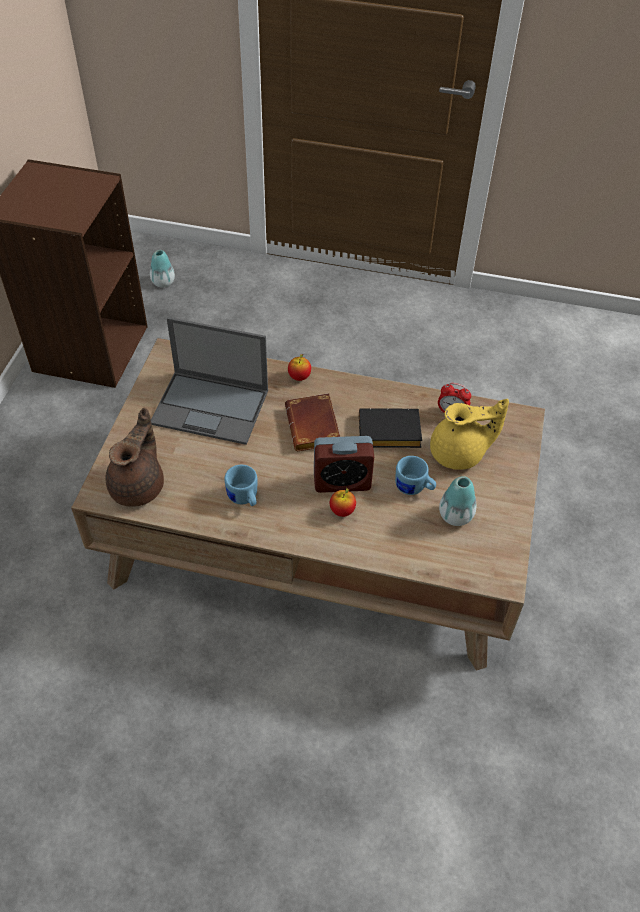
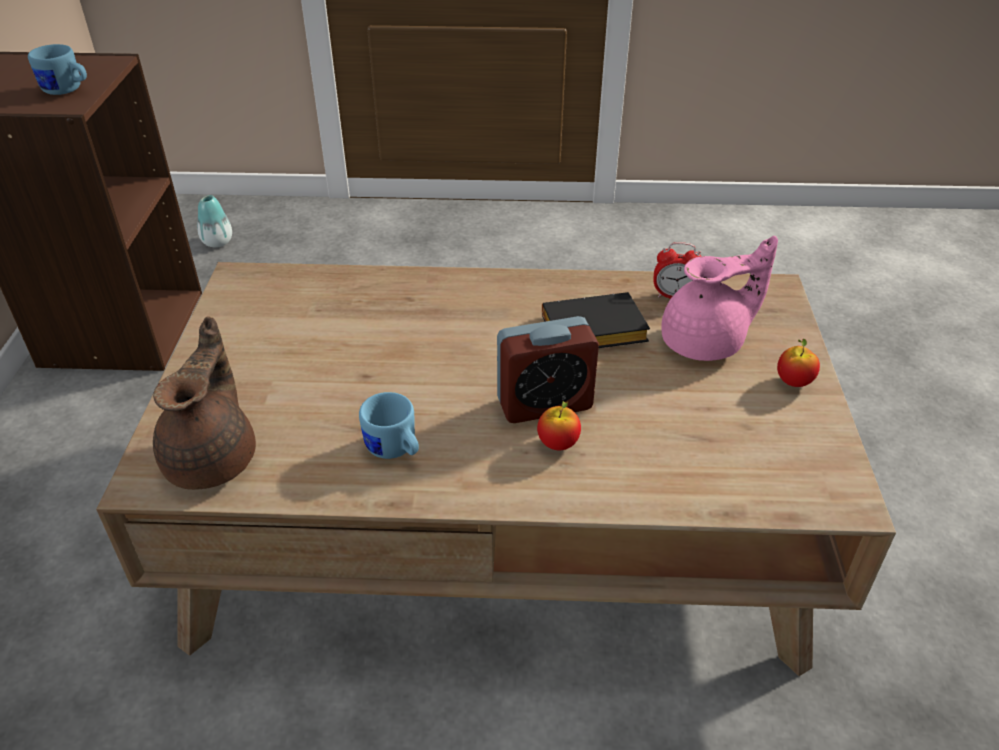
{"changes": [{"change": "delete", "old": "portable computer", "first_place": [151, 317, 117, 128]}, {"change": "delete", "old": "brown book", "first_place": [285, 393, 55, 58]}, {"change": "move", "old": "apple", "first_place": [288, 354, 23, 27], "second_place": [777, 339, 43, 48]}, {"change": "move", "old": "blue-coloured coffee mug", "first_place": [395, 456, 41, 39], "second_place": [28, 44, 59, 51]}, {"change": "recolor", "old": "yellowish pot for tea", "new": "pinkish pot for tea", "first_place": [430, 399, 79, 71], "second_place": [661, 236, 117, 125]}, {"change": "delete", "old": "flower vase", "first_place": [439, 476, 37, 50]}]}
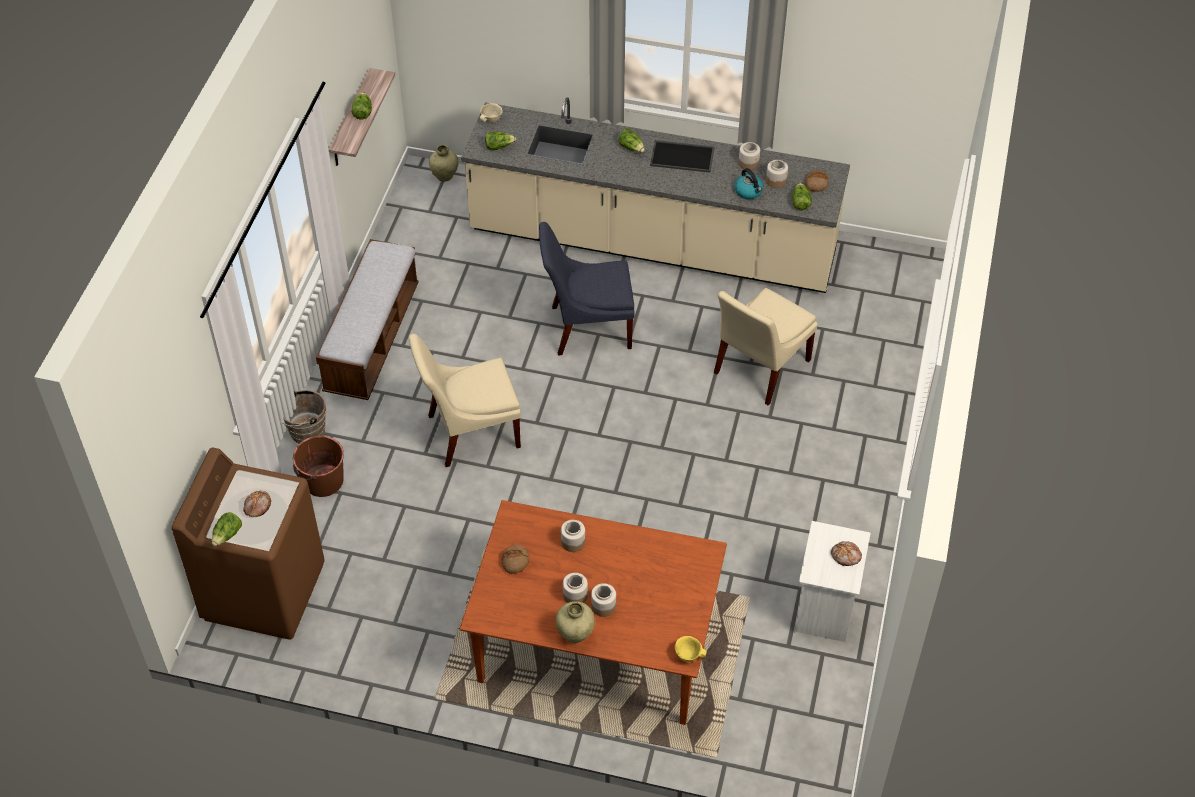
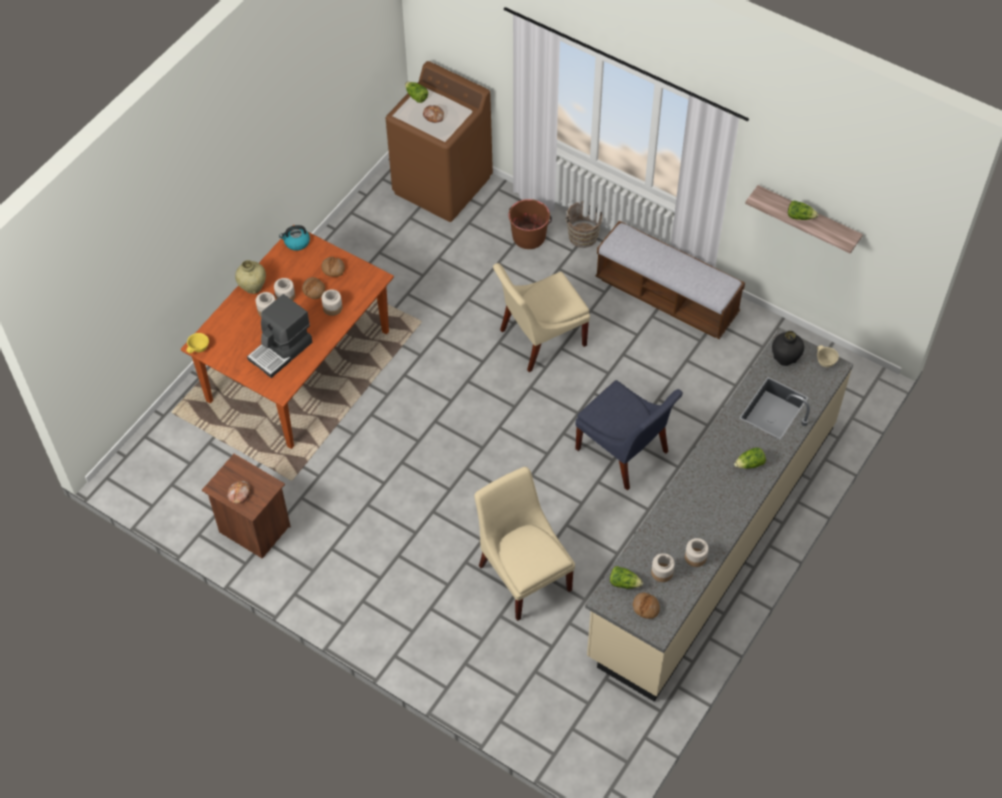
{"changes": [{"change": "rotate", "old": "beige chair", "first_place": [408, 334, 113, 133], "second_place": [493, 263, 97, 109], "degrees": -120}, {"change": "delete", "old": "beige flower vase", "first_place": [429, 145, 30, 37]}, {"change": "replace", "old": "lettuce head", "new": "black-coloured flower vase", "first_place": [485, 132, 31, 18], "second_place": [772, 331, 32, 35]}, {"change": "rotate", "old": "blue-coloured chair", "first_place": [539, 222, 96, 133], "second_place": [575, 380, 108, 110], "degrees": 120}, {"change": "delete", "old": "carrying tray", "first_place": [650, 140, 65, 33]}, {"change": "move", "old": "kettle", "first_place": [735, 168, 28, 31], "second_place": [279, 225, 31, 26]}, {"change": "recolor", "old": "whitish bedside table", "new": "brown bedside table", "first_place": [794, 521, 76, 121], "second_place": [202, 454, 89, 105]}, {"change": "insert", "new": "coffee maker", "second_place": [247, 294, 65, 84]}, {"change": "insert", "new": "bakery bread", "second_place": [302, 277, 23, 22]}]}
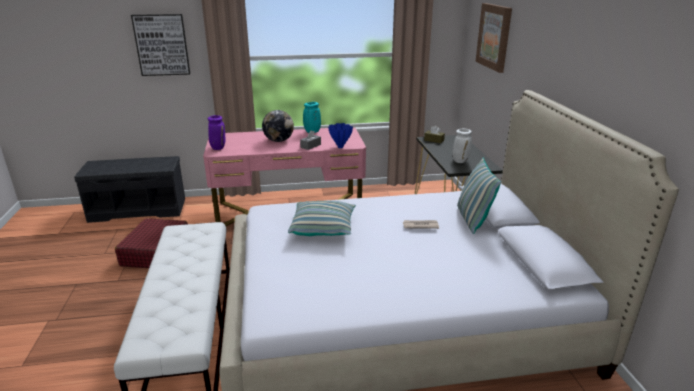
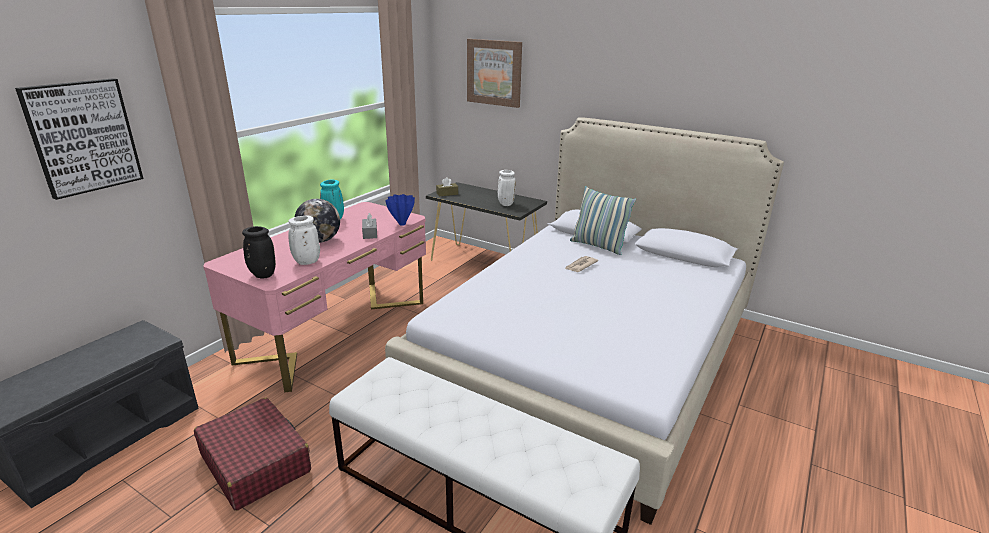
{"changes": [{"change": "recolor", "old": "purple flower vase", "new": "black-coloured flower vase", "first_place": [208, 115, 18, 35], "second_place": [242, 226, 34, 53]}, {"change": "delete", "old": "cushion", "first_place": [288, 201, 68, 35]}, {"change": "insert", "new": "whitish flower vase", "second_place": [288, 216, 32, 49]}]}
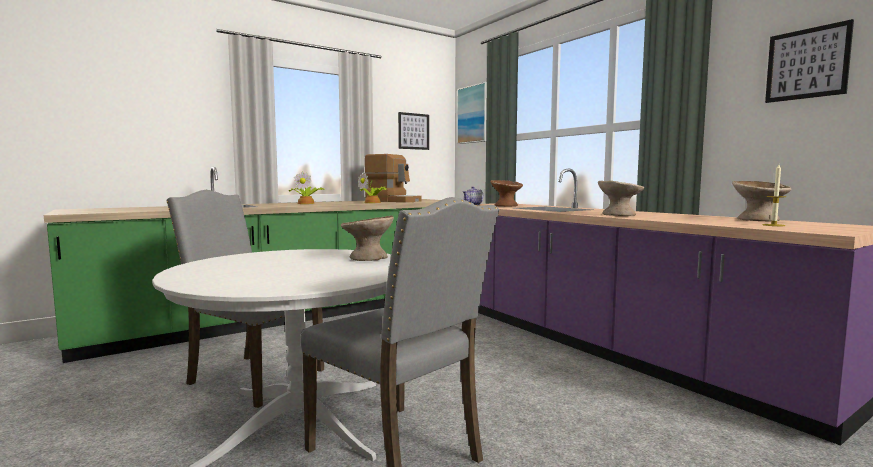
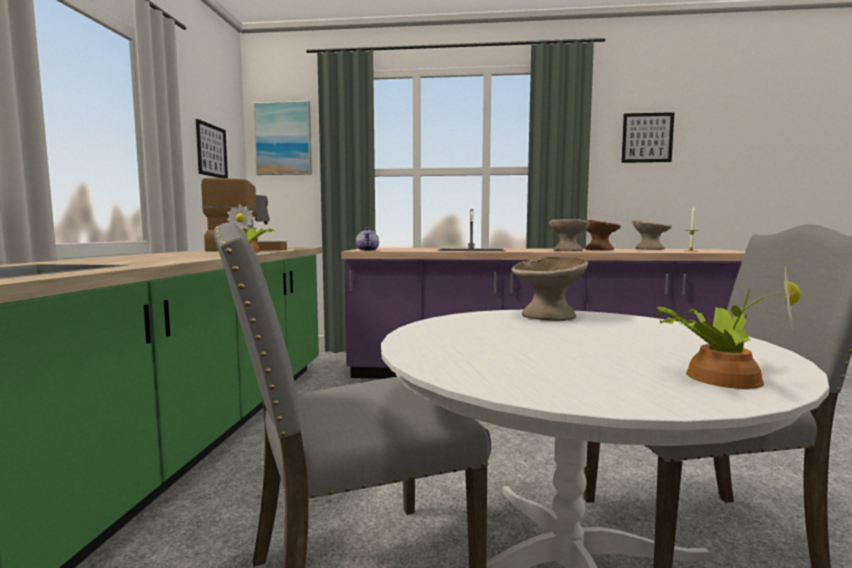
{"changes": [{"change": "move", "old": "plant in a pot", "first_place": [289, 172, 36, 32], "second_place": [657, 266, 144, 123]}, {"change": "move", "old": "brown serving bowl", "first_place": [490, 180, 33, 26], "second_place": [585, 220, 36, 30]}]}
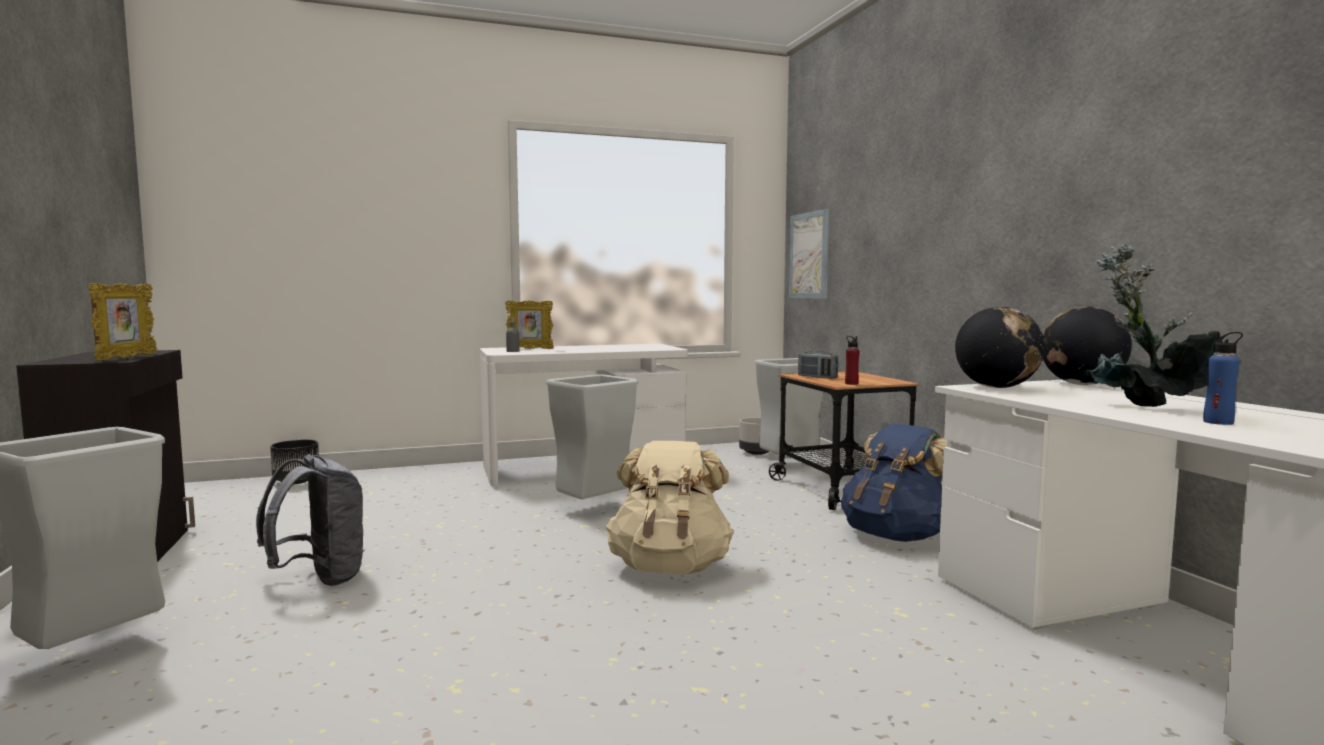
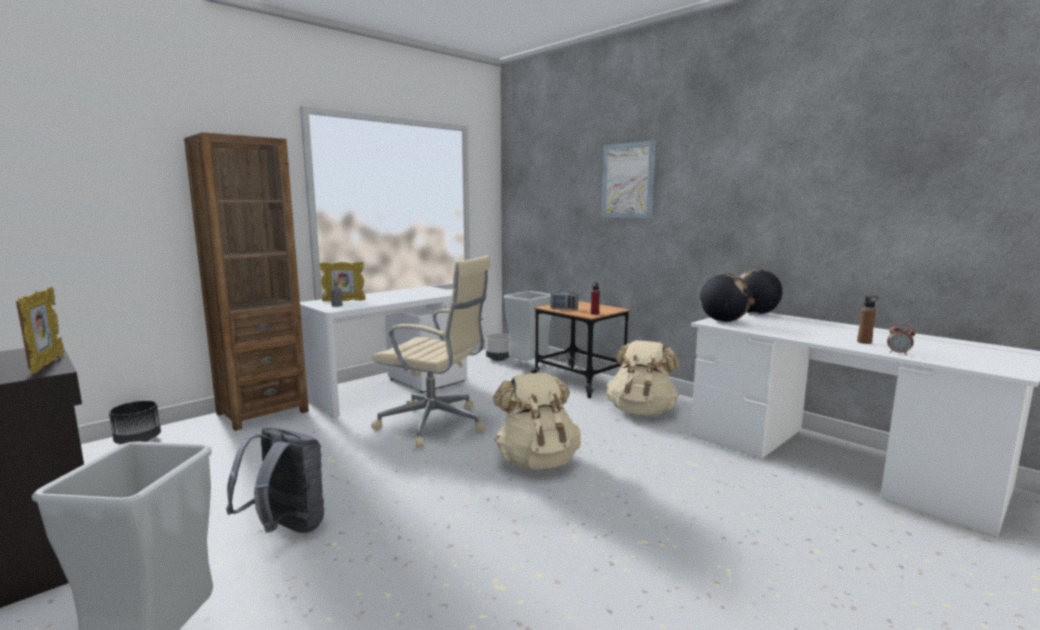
{"changes": [{"change": "replace", "old": "gray trash can", "new": "beige desk chair", "first_place": [546, 374, 92, 125], "second_place": [371, 255, 120, 193]}, {"change": "move", "old": "wall picture", "first_place": [789, 209, 40, 90], "second_place": [602, 141, 54, 77]}, {"change": "recolor", "old": "blue-coloured rucksack", "new": "beige rucksack", "first_place": [841, 424, 106, 118], "second_place": [607, 340, 73, 76]}, {"change": "delete", "old": "plant in a pot", "first_place": [1082, 244, 136, 163]}, {"change": "recolor", "old": "blue-coloured beverage bottle", "new": "brown beverage bottle", "first_place": [1203, 332, 40, 93], "second_place": [857, 296, 21, 48]}, {"change": "insert", "new": "brown shelving unit", "second_place": [184, 132, 125, 299]}, {"change": "insert", "new": "bedside clock", "second_place": [887, 323, 29, 32]}]}
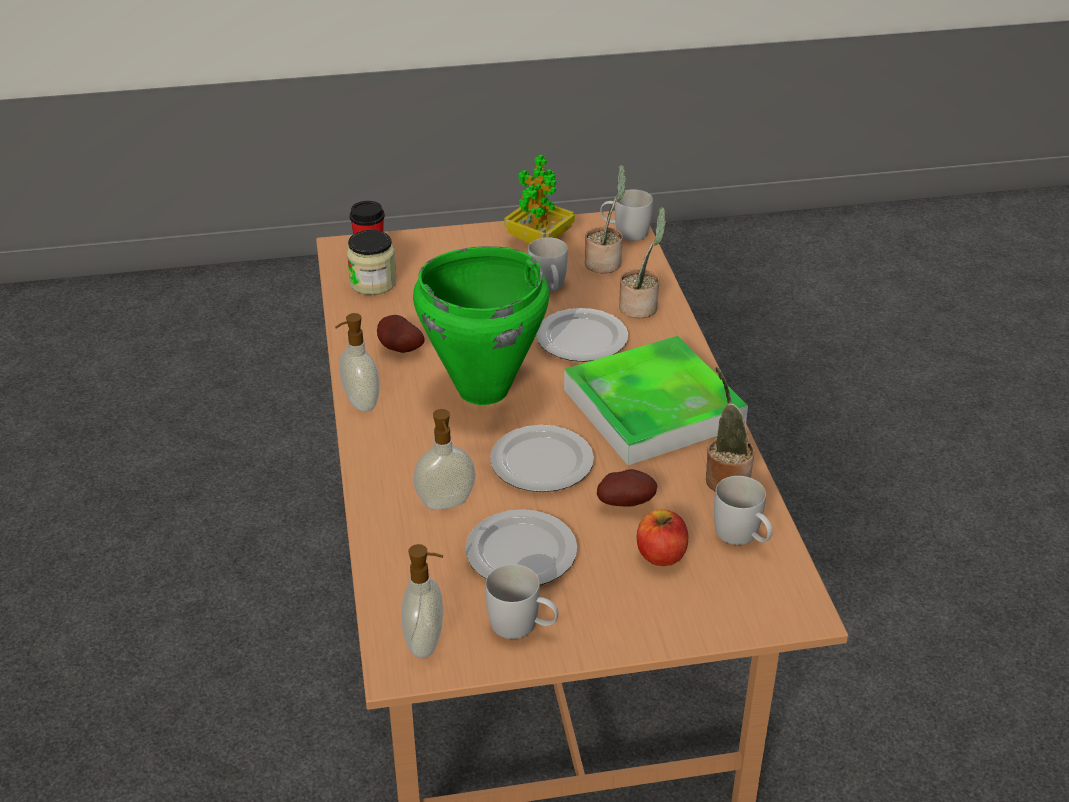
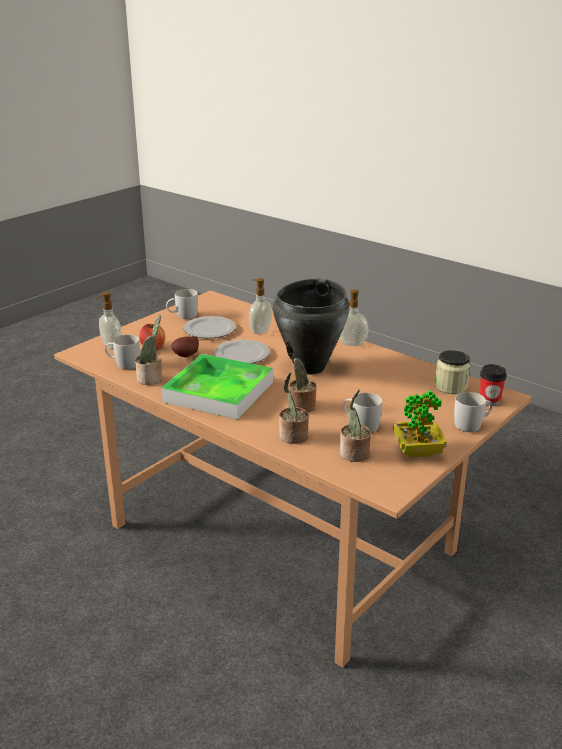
{"changes": [{"change": "delete", "old": "spud", "first_place": [377, 315, 48, 38]}, {"change": "move", "old": "soap dispenser", "first_place": [401, 544, 42, 114], "second_place": [96, 292, 26, 58]}, {"change": "recolor", "old": "green-coloured saucepot", "new": "black-coloured saucepot", "first_place": [413, 246, 136, 159], "second_place": [273, 279, 77, 95]}, {"change": "replace", "old": "flat dish", "new": "plant in a pot", "first_place": [536, 308, 92, 54], "second_place": [285, 340, 31, 72]}, {"change": "move", "old": "whitish coffee mug", "first_place": [600, 189, 53, 52], "second_place": [454, 392, 38, 40]}]}
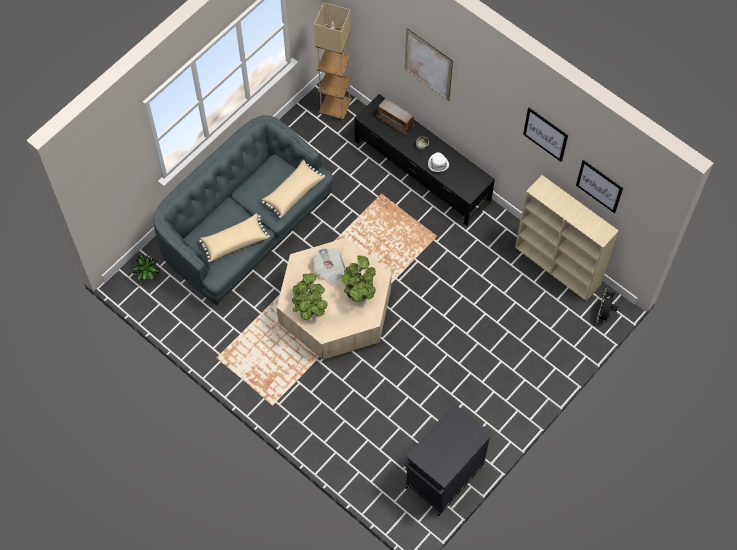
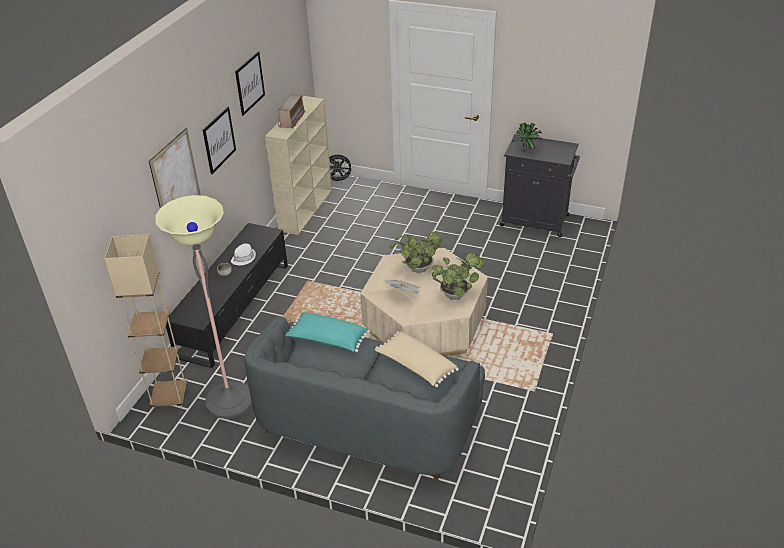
{"changes": [{"change": "move", "old": "plant in a pot", "first_place": [132, 254, 28, 27], "second_place": [512, 123, 30, 29]}, {"change": "recolor", "old": "beige cushion", "new": "blue-green cushion", "first_place": [262, 160, 63, 58], "second_place": [285, 312, 85, 40]}, {"change": "move", "old": "radio receiver", "first_place": [376, 98, 38, 37], "second_place": [278, 94, 27, 35]}, {"change": "move", "old": "wall picture", "first_place": [576, 160, 47, 53], "second_place": [203, 107, 33, 67]}, {"change": "insert", "new": "floor lamp", "second_place": [155, 195, 97, 224]}]}
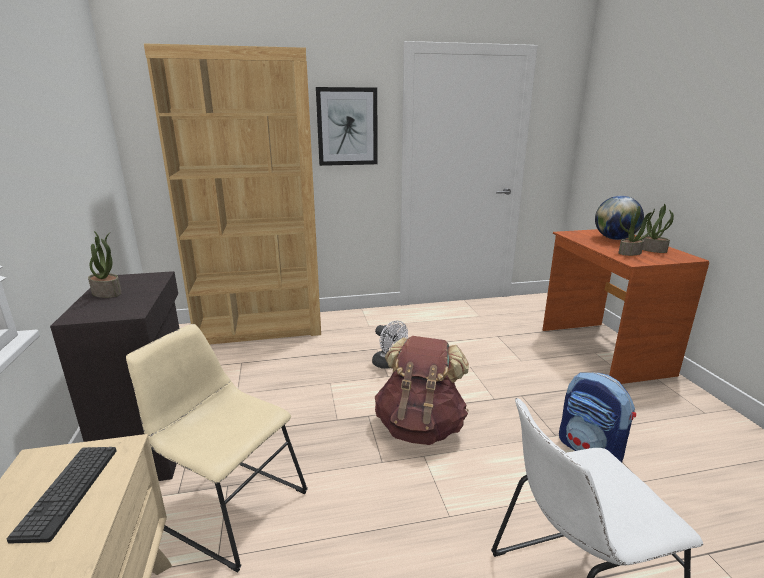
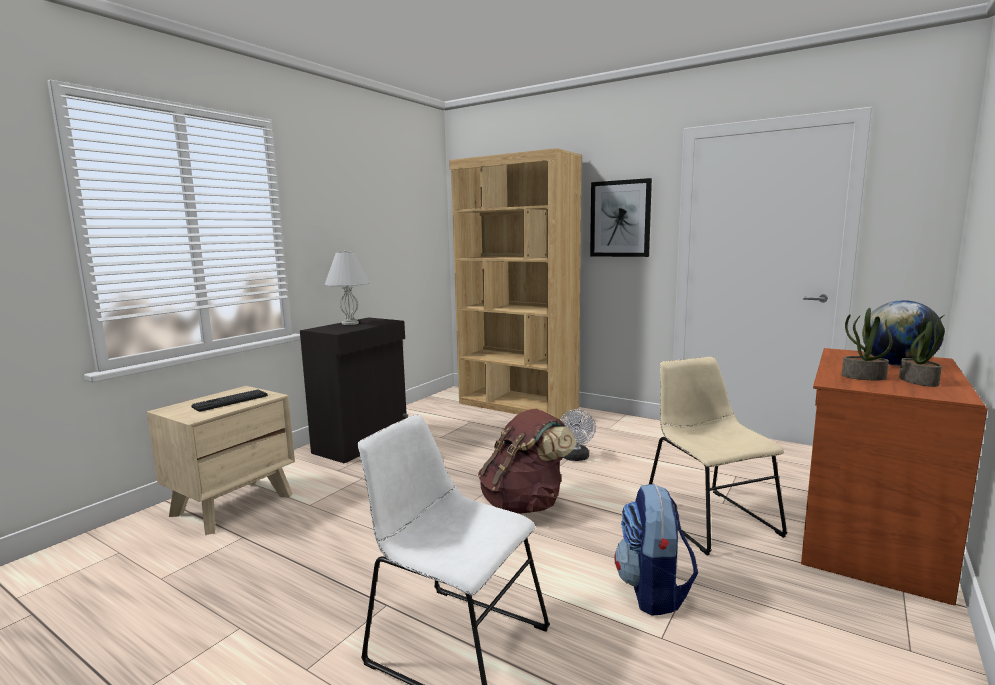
{"changes": [{"change": "replace", "old": "plant in a pot", "new": "whitish table lamp", "first_place": [88, 231, 34, 67], "second_place": [324, 250, 46, 75]}, {"change": "move", "old": "beige chair", "first_place": [126, 324, 182, 249], "second_place": [649, 357, 139, 199]}]}
